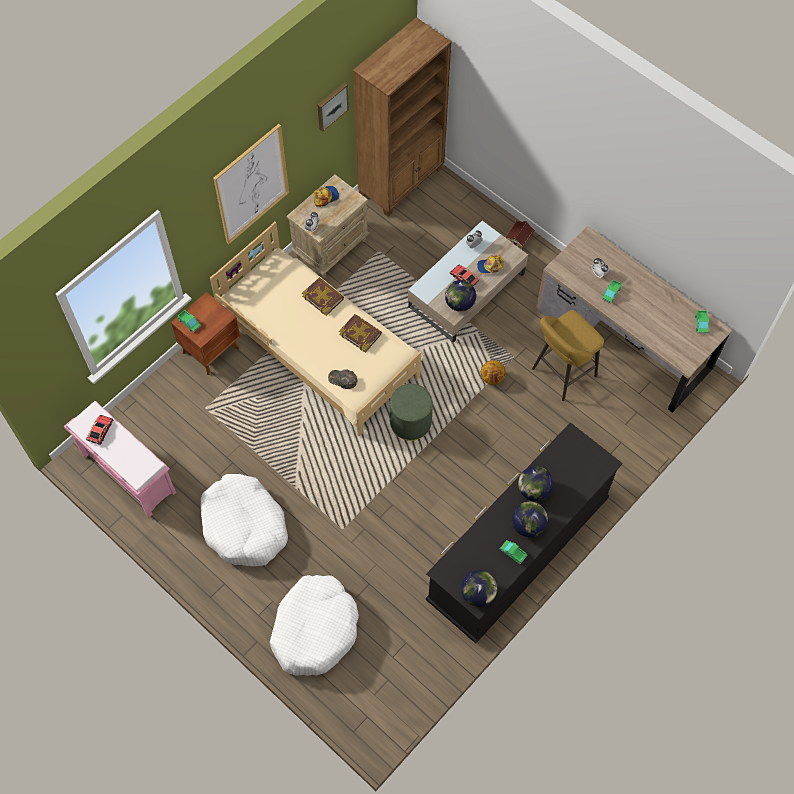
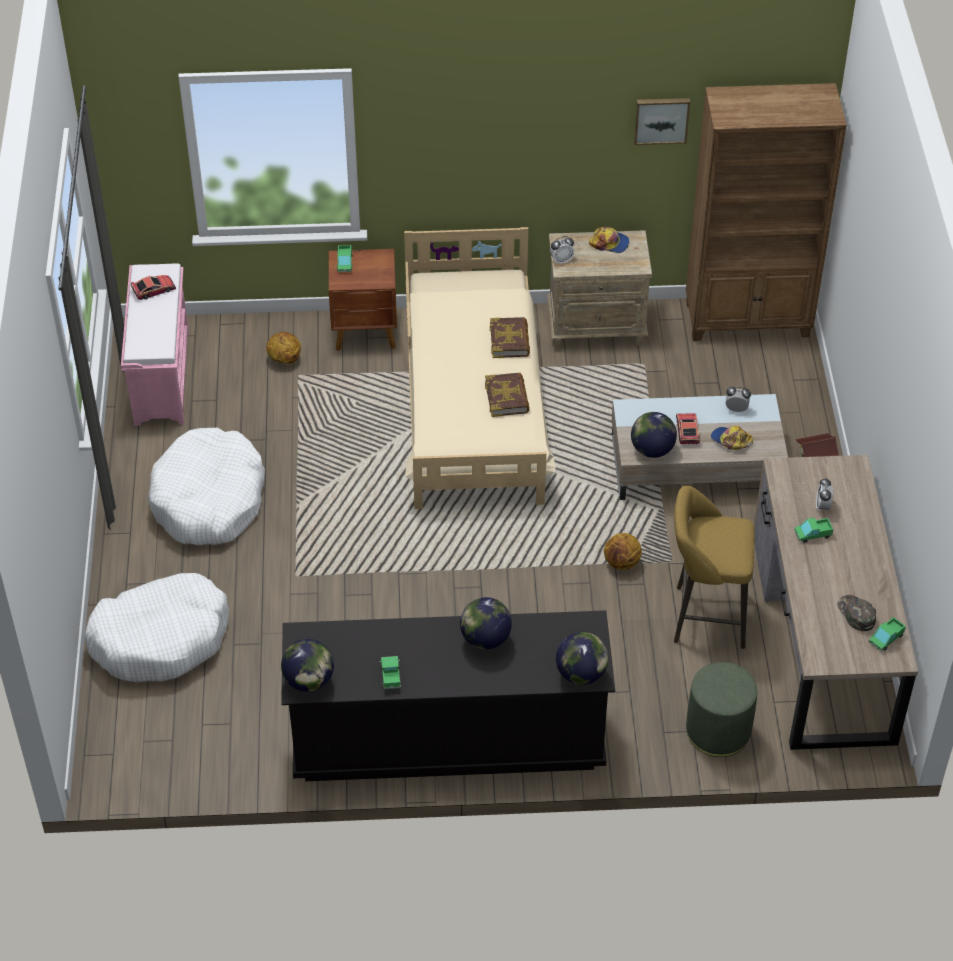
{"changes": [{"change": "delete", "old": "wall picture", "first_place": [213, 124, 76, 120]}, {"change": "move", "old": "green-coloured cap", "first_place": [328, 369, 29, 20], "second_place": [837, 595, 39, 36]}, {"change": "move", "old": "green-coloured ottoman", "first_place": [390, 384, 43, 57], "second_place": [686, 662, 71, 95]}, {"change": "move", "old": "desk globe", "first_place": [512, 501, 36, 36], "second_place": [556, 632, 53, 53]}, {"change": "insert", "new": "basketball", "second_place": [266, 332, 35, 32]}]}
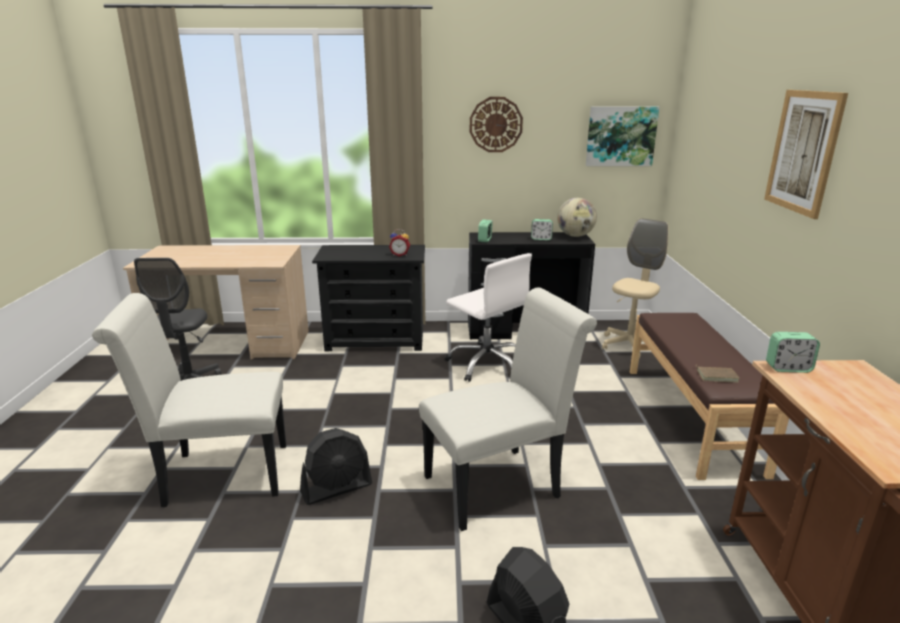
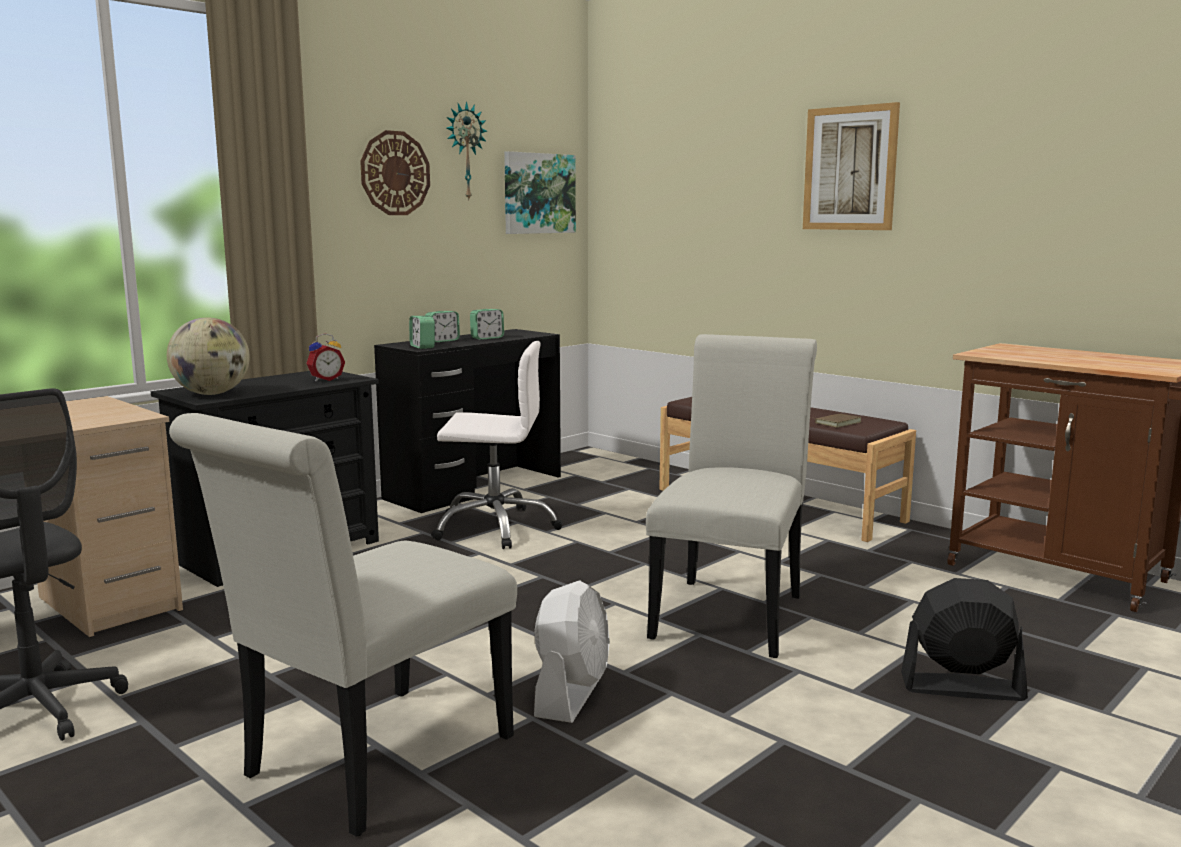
{"changes": [{"change": "recolor", "old": "black-coloured electric fan", "new": "whitish electric fan", "first_place": [300, 428, 72, 77], "second_place": [534, 580, 76, 143]}, {"change": "move", "old": "desk globe", "first_place": [557, 198, 40, 39], "second_place": [167, 317, 83, 78]}, {"change": "delete", "old": "beige desk chair", "first_place": [602, 218, 66, 140]}, {"change": "move", "old": "bedside clock", "first_place": [766, 332, 54, 41], "second_place": [425, 311, 35, 31]}, {"change": "insert", "new": "wall clock", "second_place": [446, 101, 41, 99]}]}
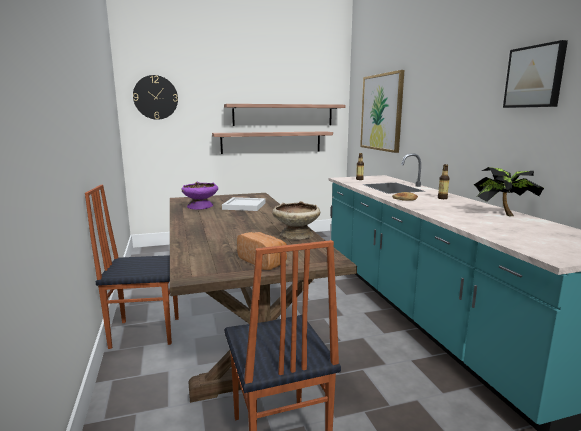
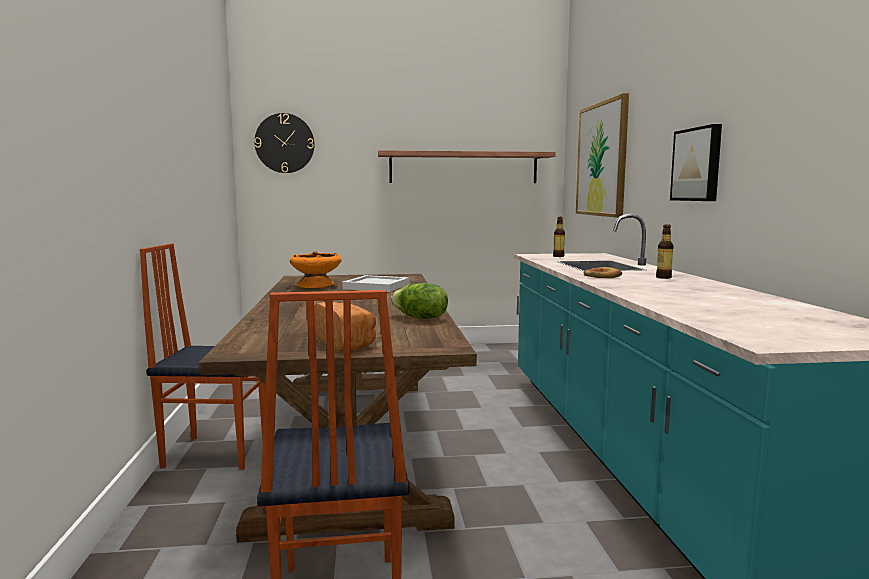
{"changes": [{"change": "recolor", "old": "purple serving bowl", "new": "orange-coloured serving bowl", "first_place": [181, 182, 37, 28], "second_place": [290, 251, 52, 37]}, {"change": "delete", "old": "shelf", "first_place": [212, 131, 121, 23]}, {"change": "replace", "old": "beige serving bowl", "new": "lettuce head", "first_place": [272, 201, 48, 39], "second_place": [391, 283, 57, 36]}, {"change": "delete", "old": "plant in a pot", "first_place": [474, 167, 70, 49]}, {"change": "move", "old": "wall picture", "first_place": [503, 40, 65, 68], "second_place": [670, 124, 52, 77]}]}
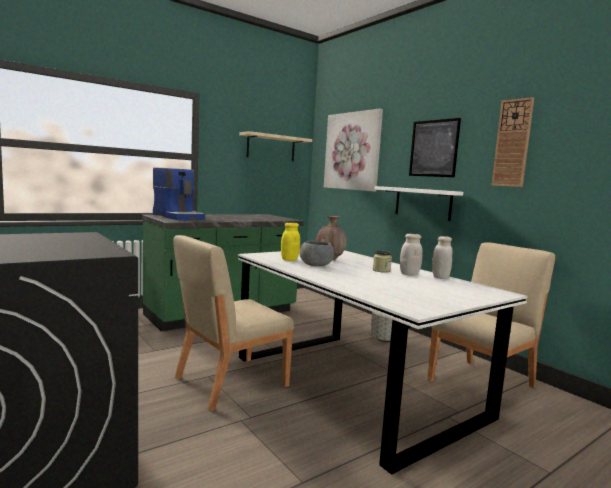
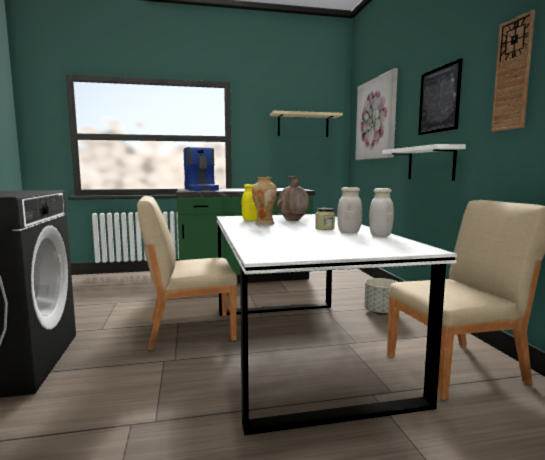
{"changes": [{"change": "replace", "old": "gray serving bowl", "new": "flower vase", "first_place": [300, 241, 34, 25], "second_place": [252, 177, 25, 48]}]}
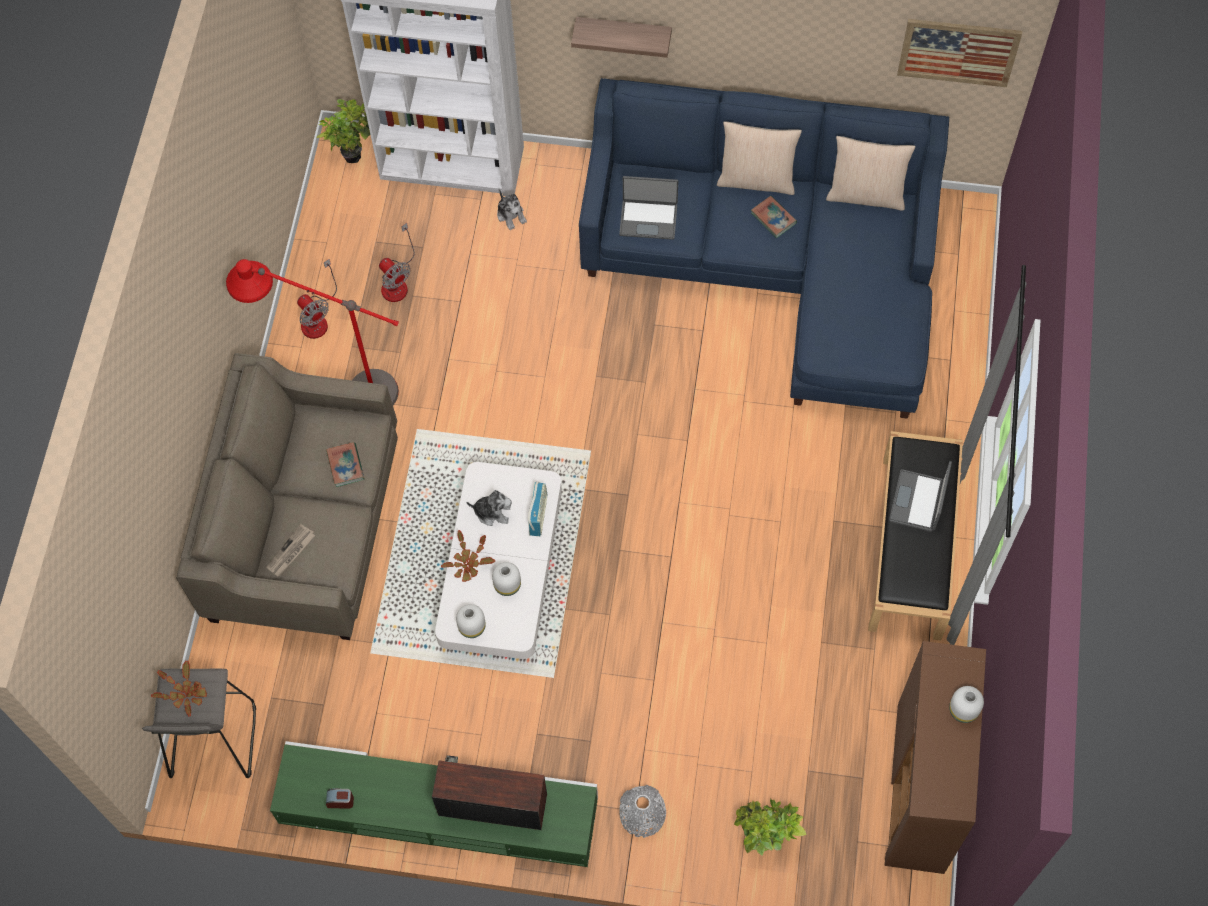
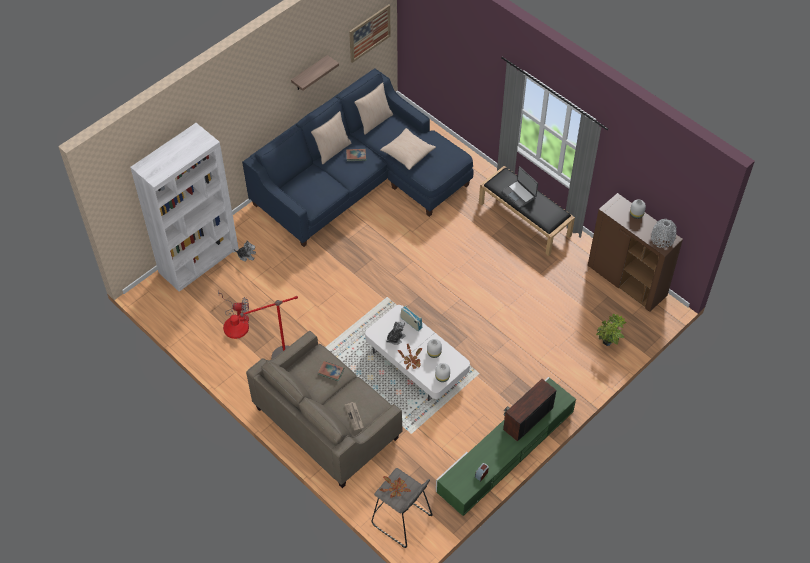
{"changes": [{"change": "delete", "old": "electric fan", "first_place": [297, 259, 40, 80]}, {"change": "delete", "old": "plant in a pot", "first_place": [316, 99, 54, 64]}, {"change": "move", "old": "shelf", "first_place": [571, 17, 101, 41], "second_place": [291, 55, 48, 36]}, {"change": "delete", "old": "portable computer", "first_place": [619, 176, 59, 64]}, {"change": "move", "old": "gray flower vase", "first_place": [619, 785, 47, 53], "second_place": [651, 219, 26, 29]}, {"change": "insert", "new": "beige cushion", "second_place": [380, 128, 56, 42]}]}
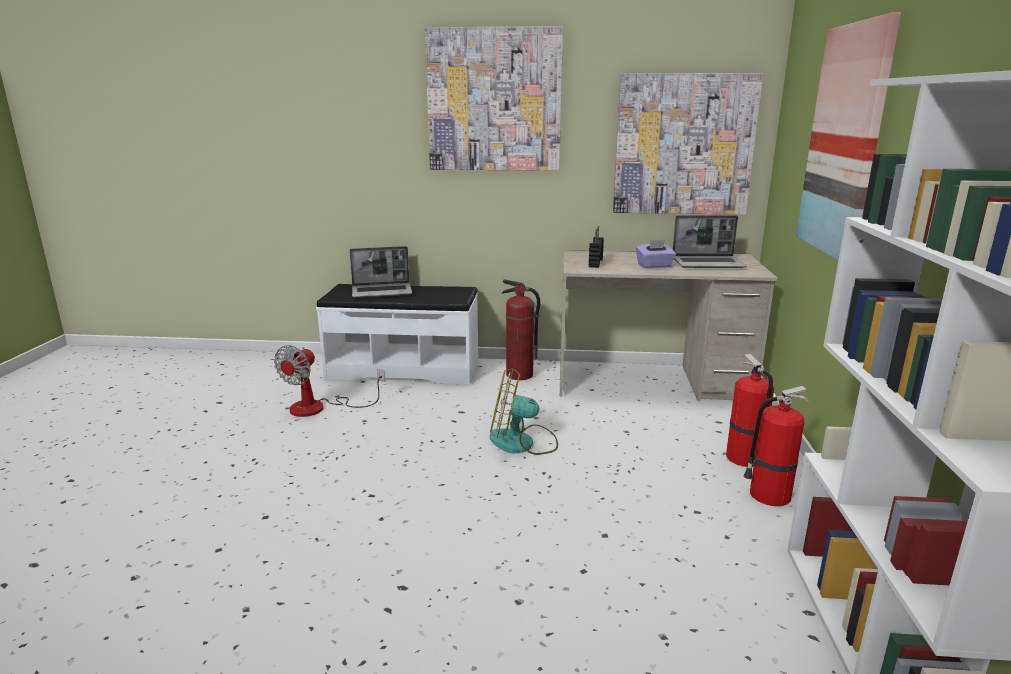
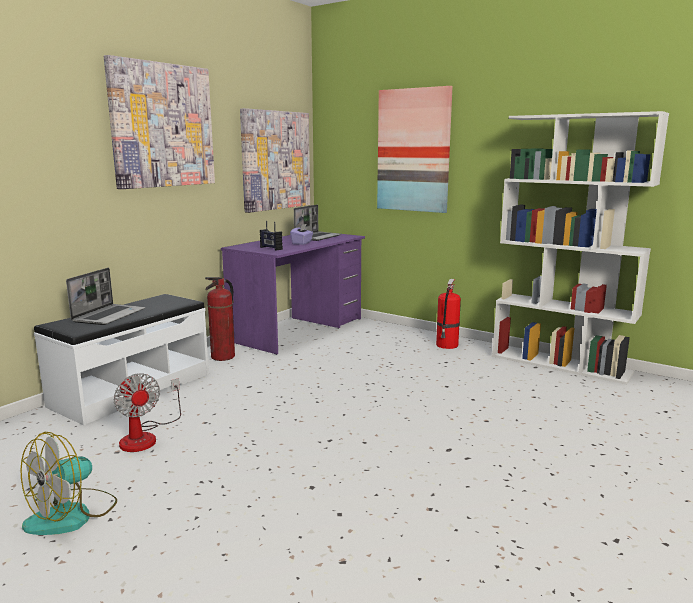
{"changes": [{"change": "move", "old": "electric fan", "first_place": [489, 368, 69, 87], "second_place": [20, 432, 97, 103]}, {"change": "recolor", "old": "beige desk table", "new": "purple desk table", "first_place": [560, 250, 218, 151], "second_place": [221, 231, 144, 124]}, {"change": "delete", "old": "fire extinguisher", "first_place": [726, 354, 48, 113]}]}
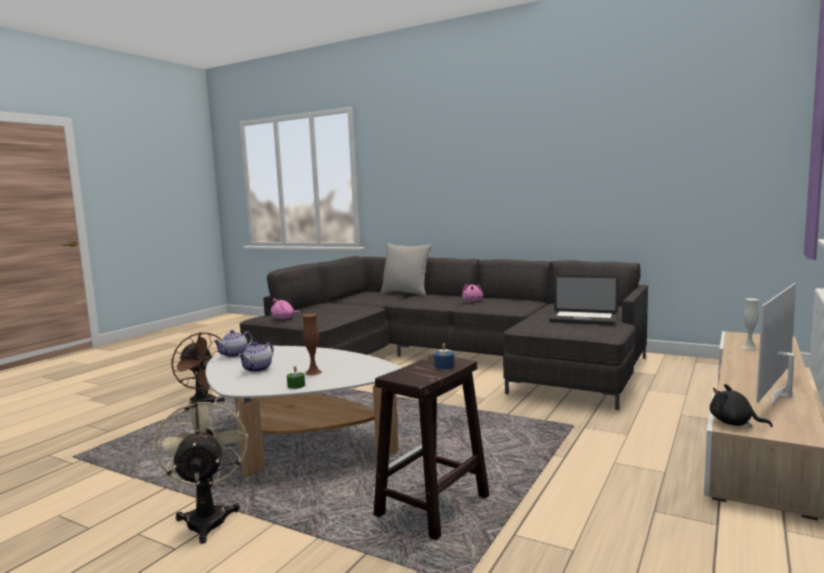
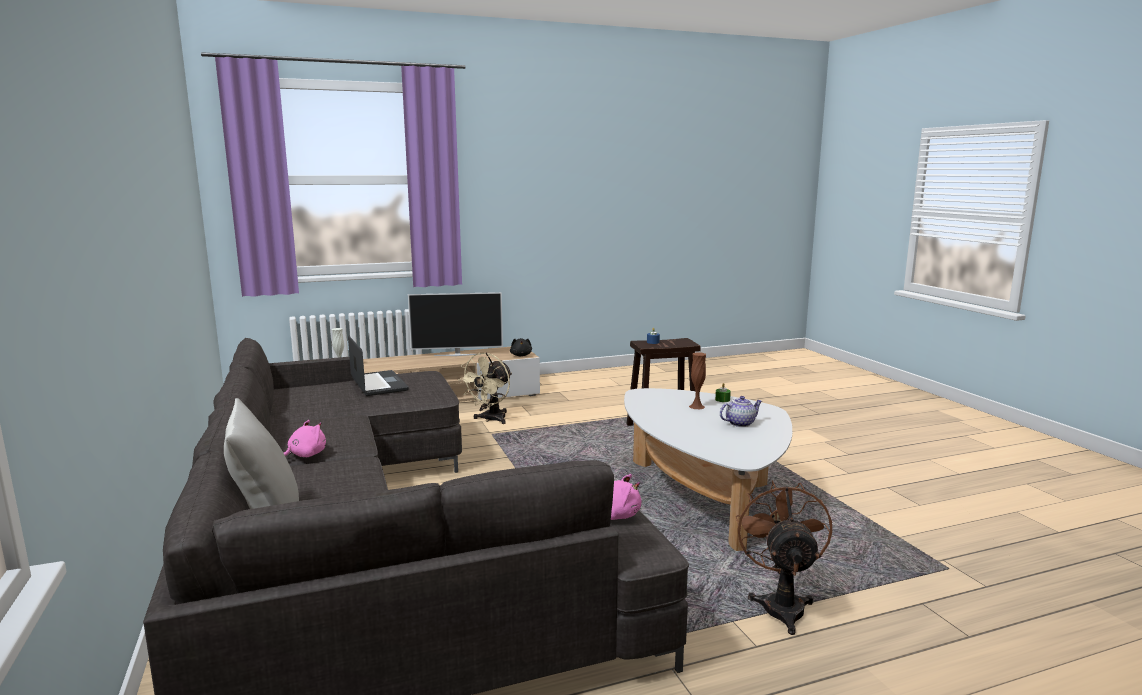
{"changes": [{"change": "move", "old": "beige electric fan", "first_place": [155, 398, 93, 146], "second_place": [458, 352, 54, 72]}, {"change": "delete", "old": "pot for tea", "first_place": [213, 330, 40, 28]}]}
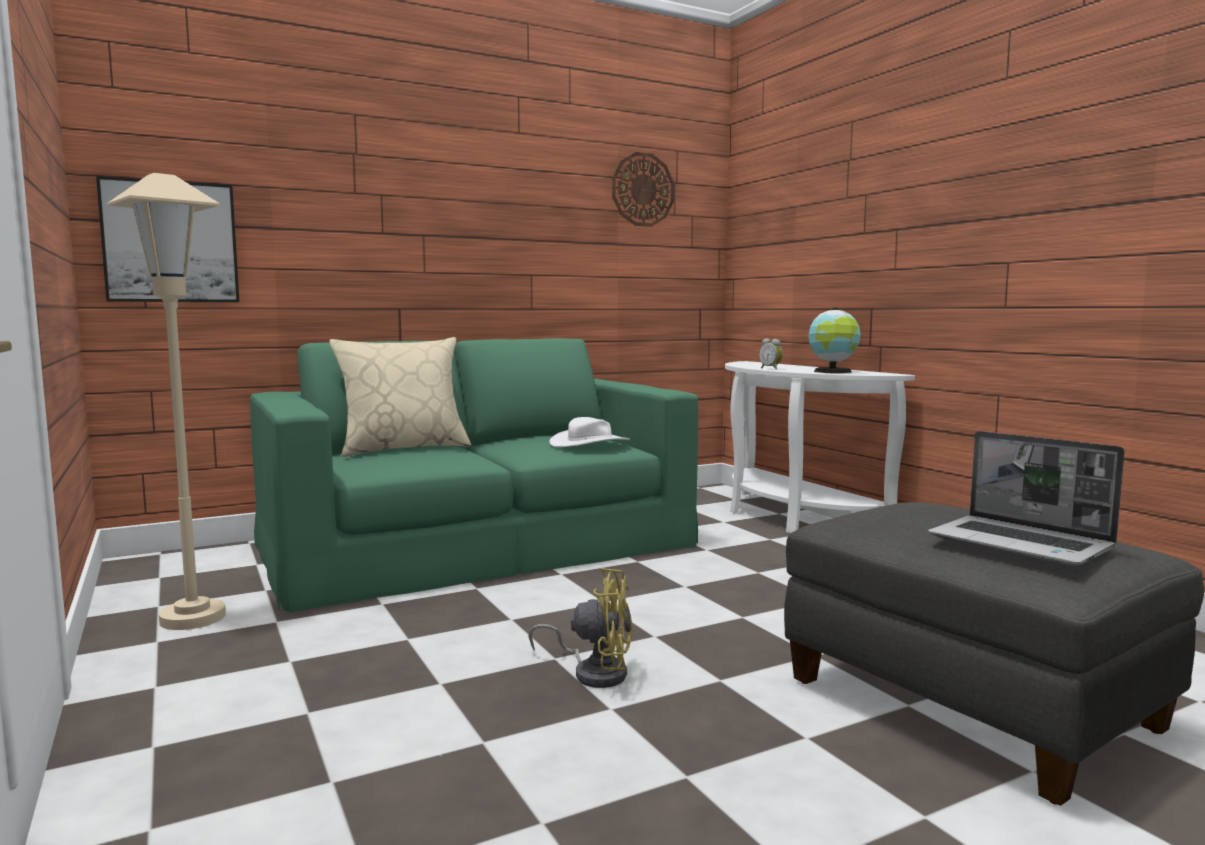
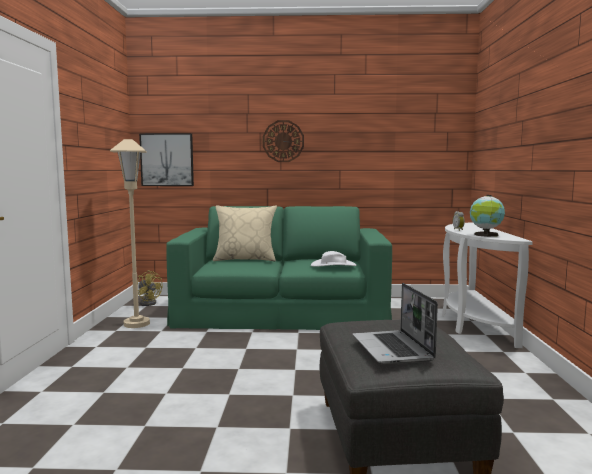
{"changes": [{"change": "move", "old": "yellowish electric fan", "first_place": [528, 568, 105, 120], "second_place": [138, 270, 25, 36]}, {"change": "move", "old": "wall clock", "first_place": [612, 152, 62, 75], "second_place": [263, 120, 41, 42]}]}
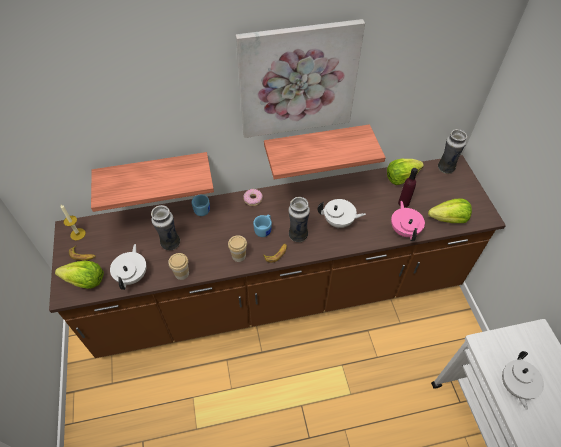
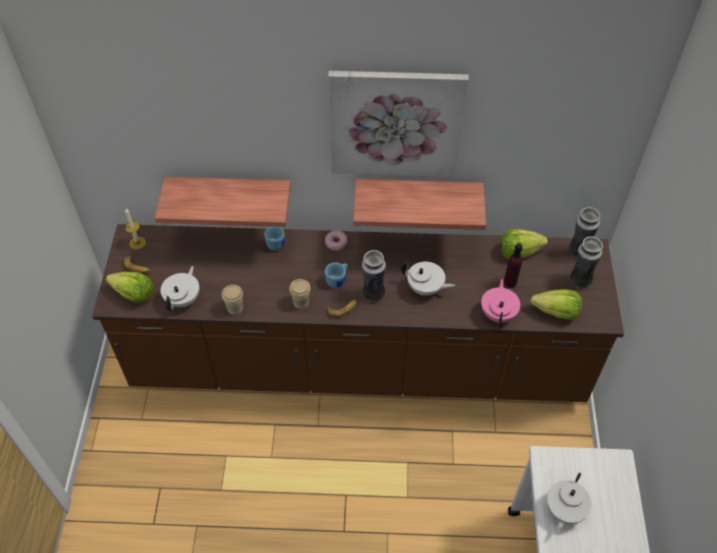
{"changes": [{"change": "move", "old": "flower vase", "first_place": [151, 205, 29, 45], "second_place": [570, 236, 33, 52]}]}
